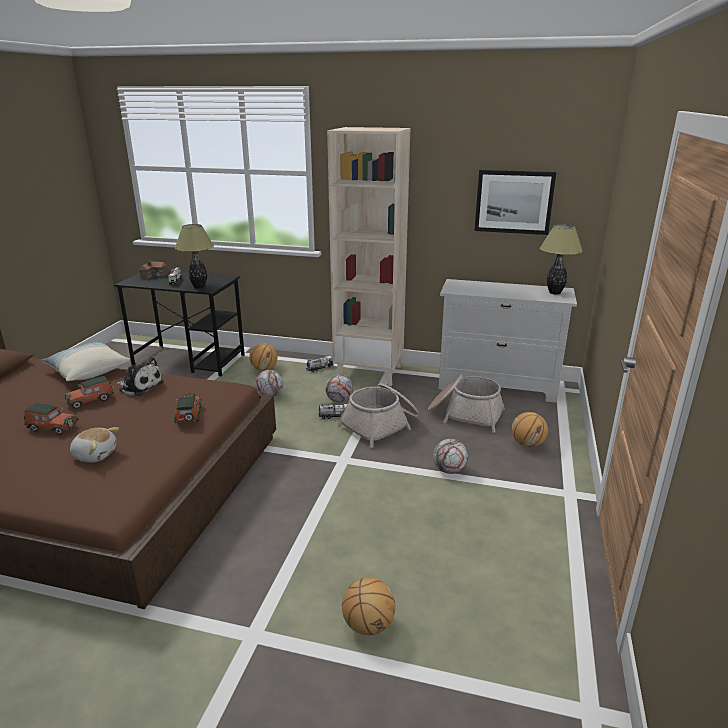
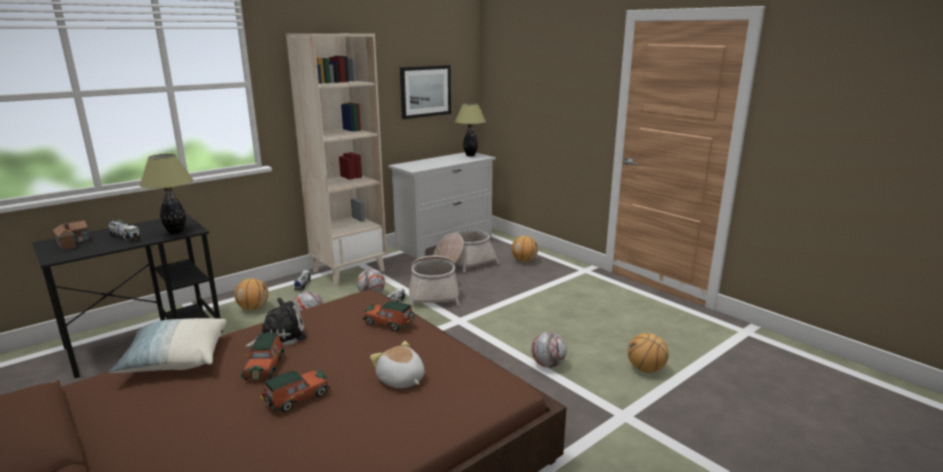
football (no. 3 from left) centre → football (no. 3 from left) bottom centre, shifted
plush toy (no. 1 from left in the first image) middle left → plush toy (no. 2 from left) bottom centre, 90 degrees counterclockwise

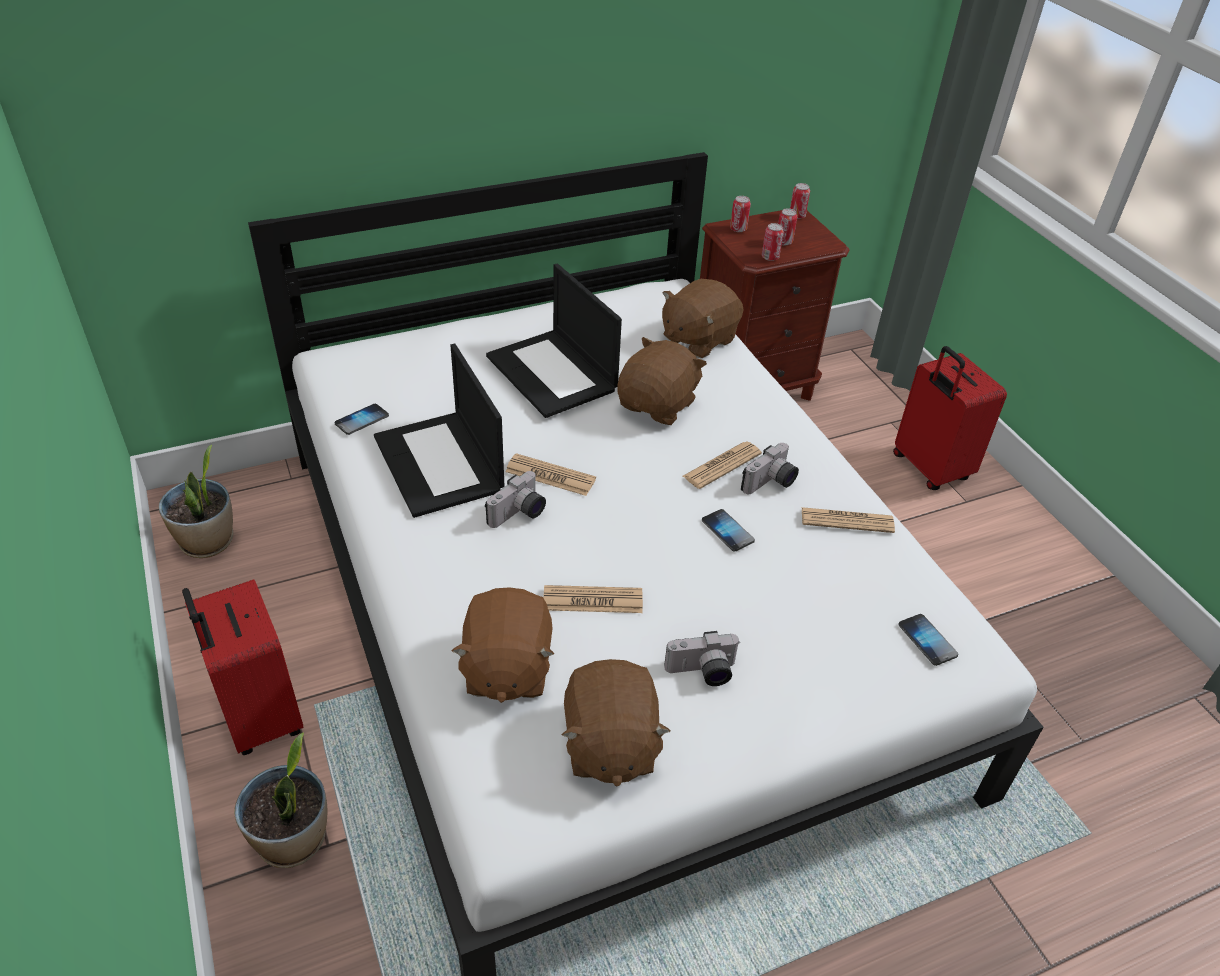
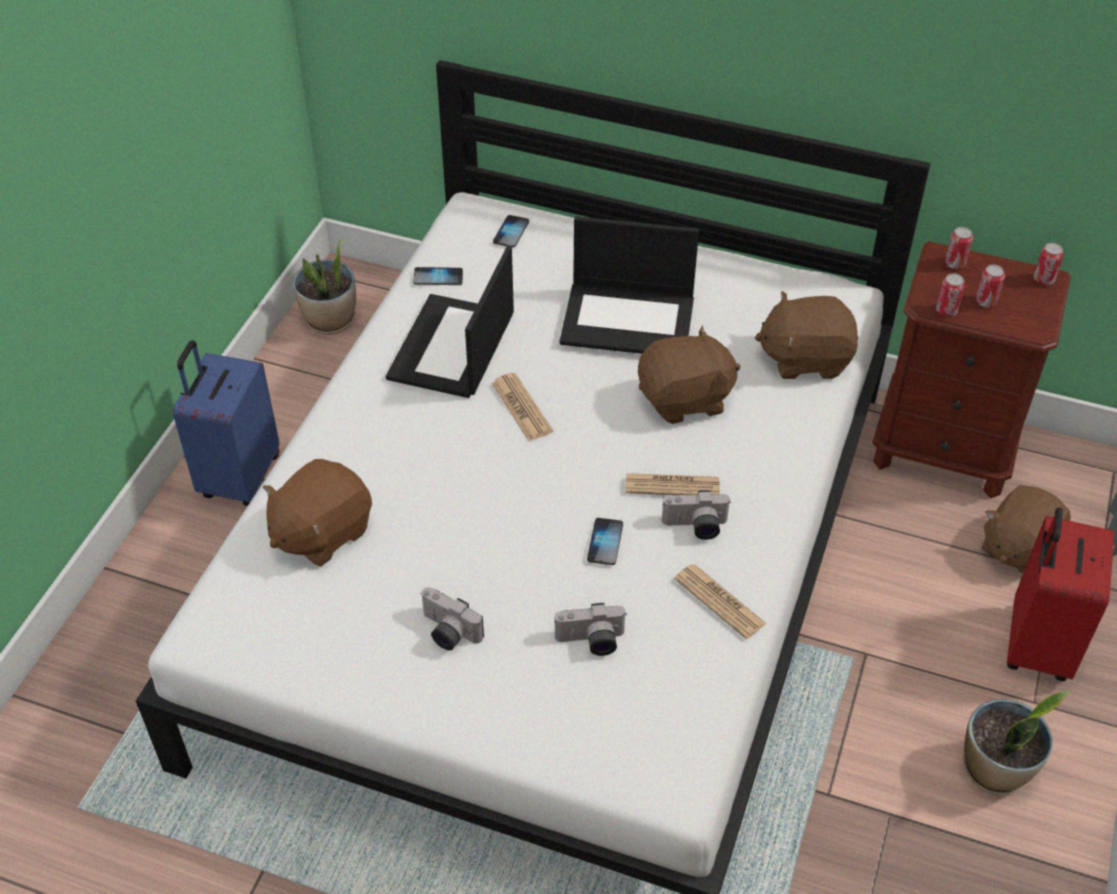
newspaper (no. 2 from left) centre → -
potted plant (no. 2 from left) bottom left → potted plant (no. 2 from left) bottom right, shifted
photo camera (no. 1 from left in the first image) centre → photo camera (no. 2 from left) bottom centre, shifted
plush toy in brown (no. 2 from left in the first image) bottom centre → plush toy in brown (no. 4 from left) middle right, shifted
phone (no. 3 from left in the first image) middle right → phone (no. 2 from left) top centre, shifted
suitcase in red (no. 1 from left) bottom left → suitcase in blue middle left
laptop (no. 2 from left) centre → laptop (no. 2 from left) top centre, 90 degrees counterclockwise

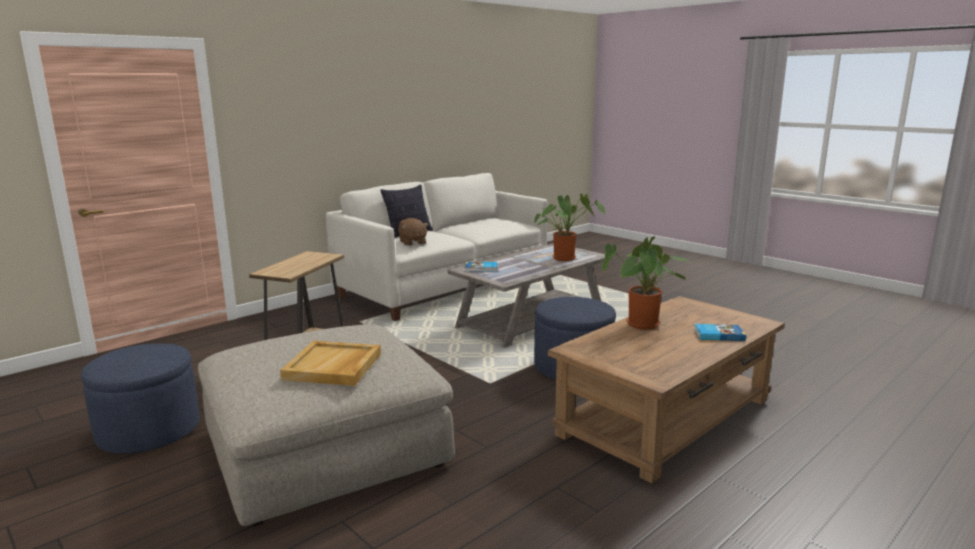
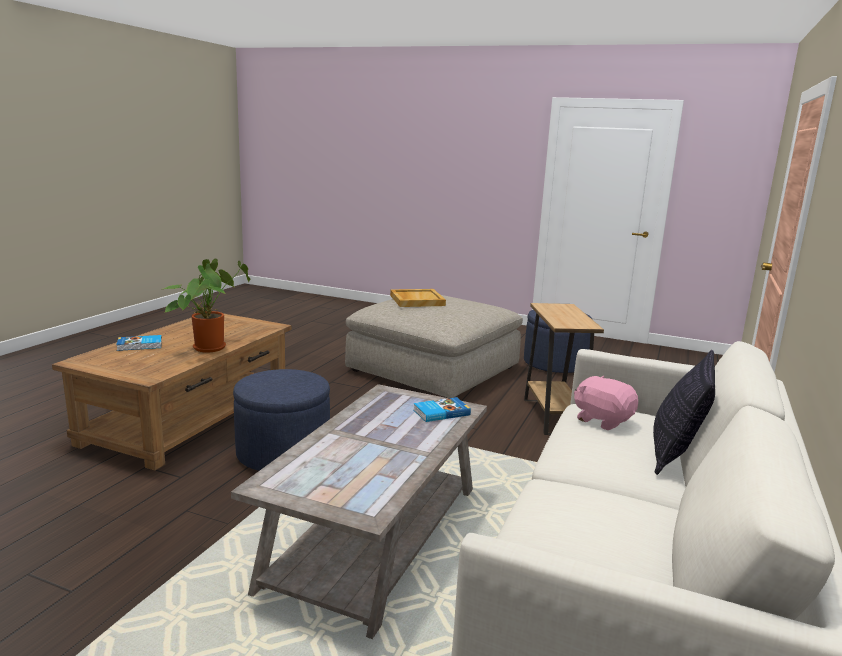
potted plant (no. 1 from left) centre → -
plush toy in brown centre → plush toy in pink middle right

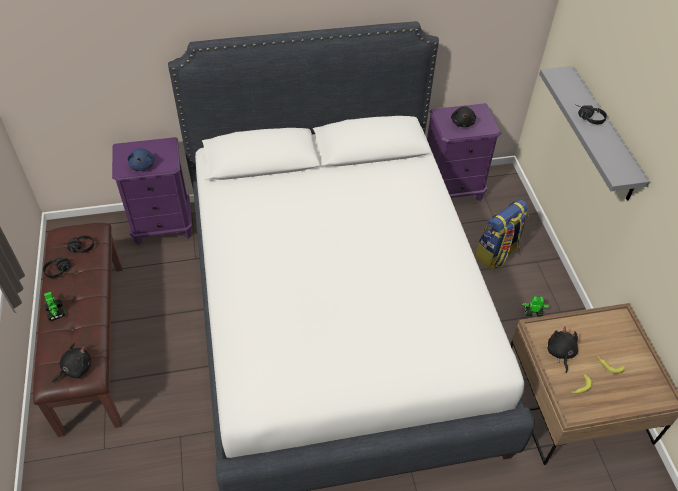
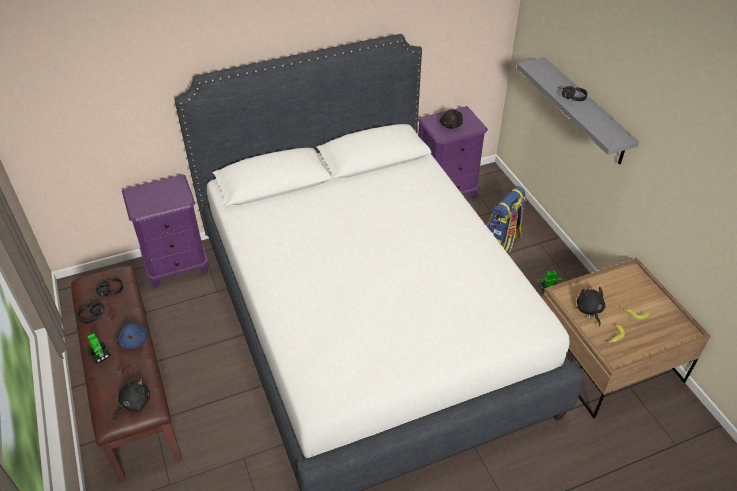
plush toy in blue top left → plush toy in blue bottom left, shifted

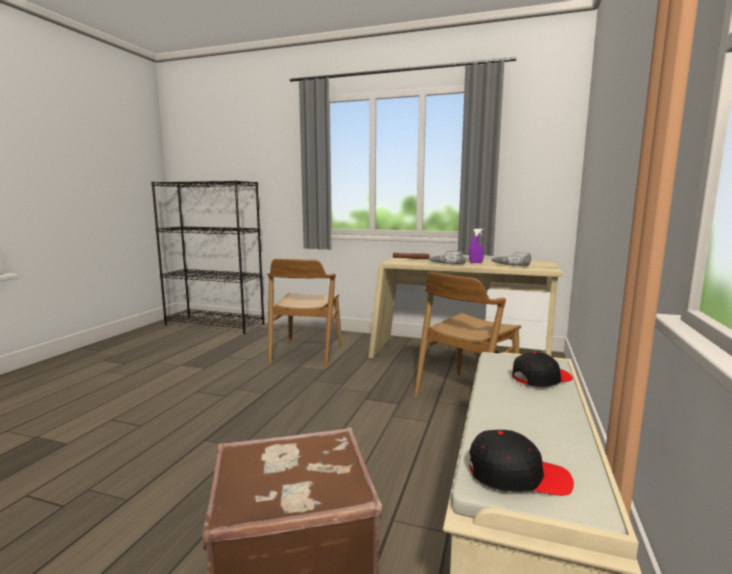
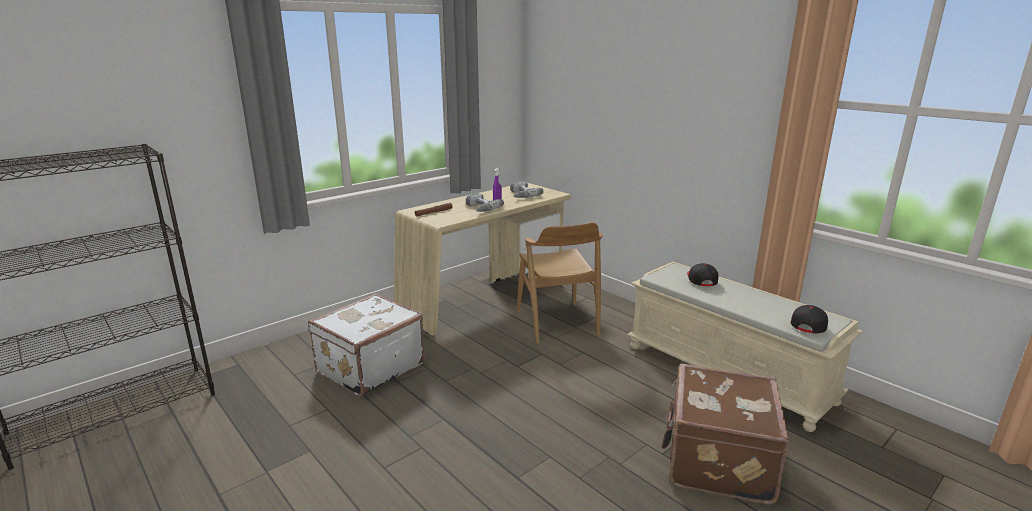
chair in brown (no. 1 from left) centre → suitcase in white bottom centre

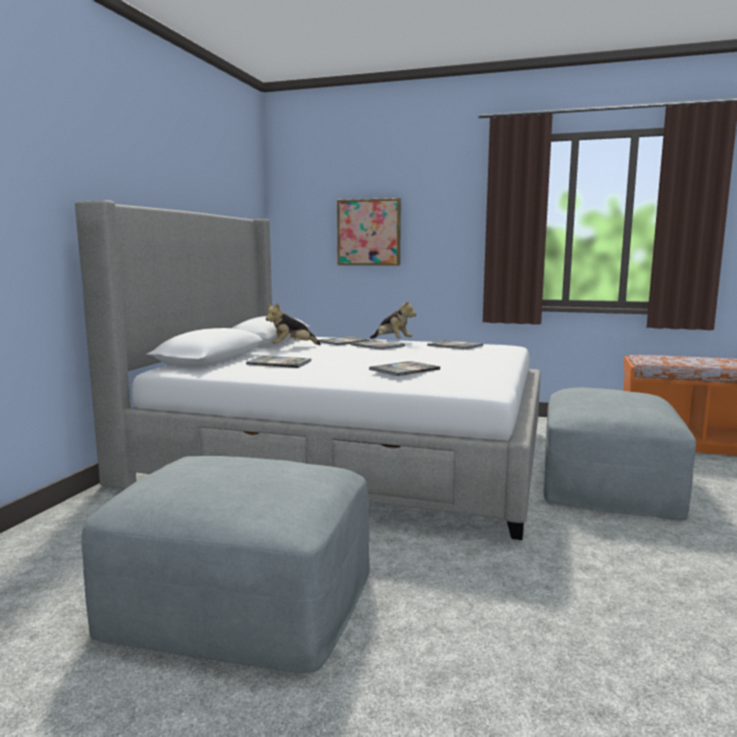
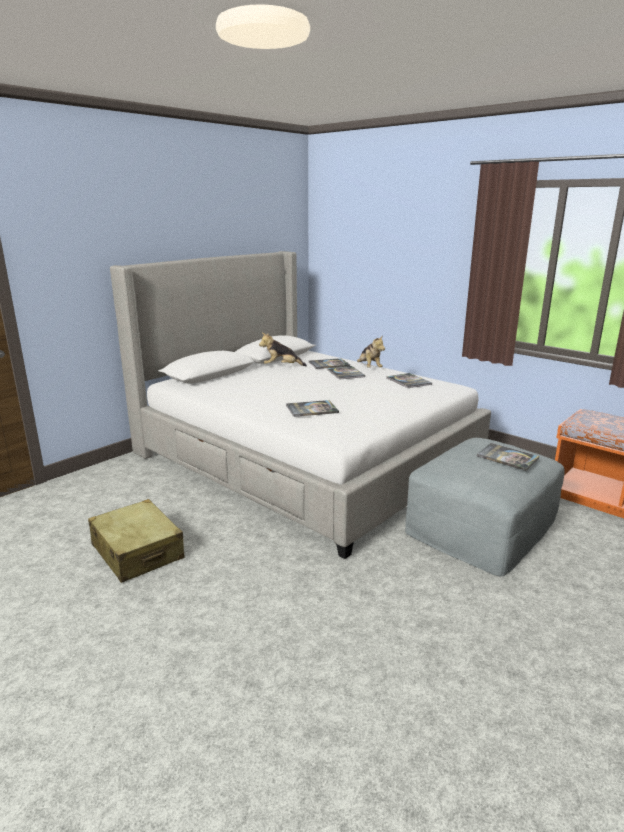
picture top centre → -
book (no. 1 from left in the first image) centre → book (no. 5 from left) middle right, shifted
ottoman in grey (no. 1 from left) bottom left → suitcase in beige middle left

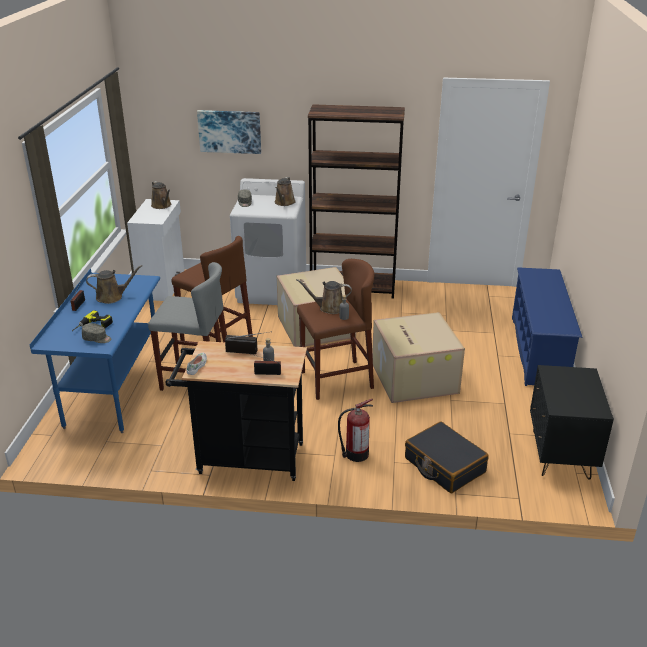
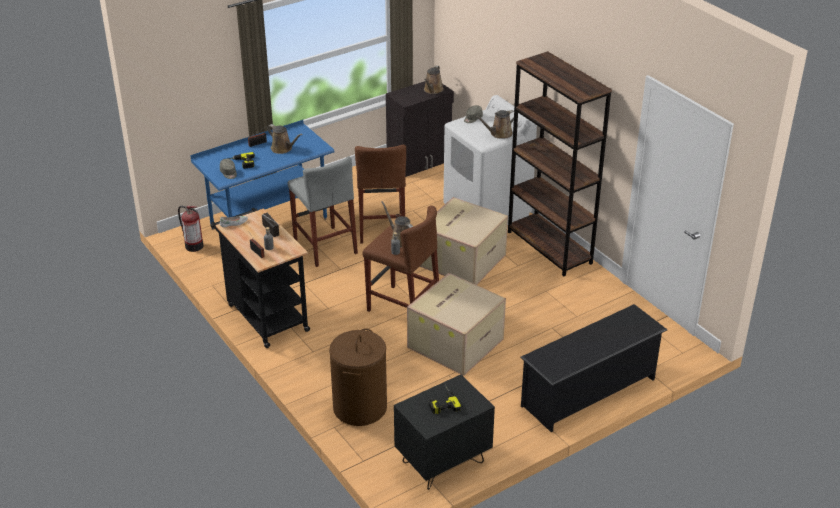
picture top centre → -
- → power drill (no. 2 from left) bottom centre
fire extinguisher centre → fire extinguisher middle left, shifted
suitcase in black bottom right → laundry basket in brown bottom centre
cabinet in white middle left → cabinet in black top centre
shoe rack in blue middle right → shoe rack in black bottom right

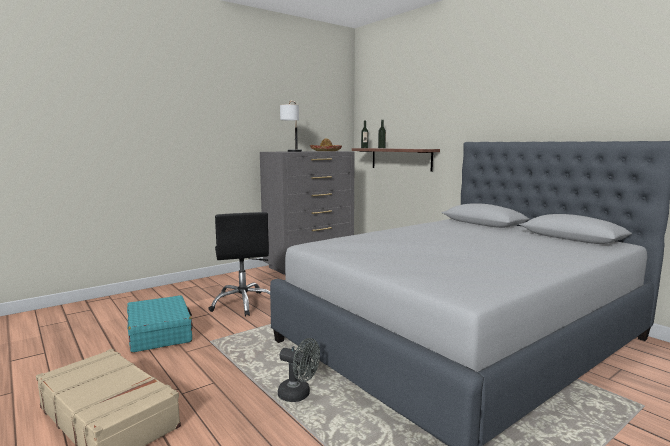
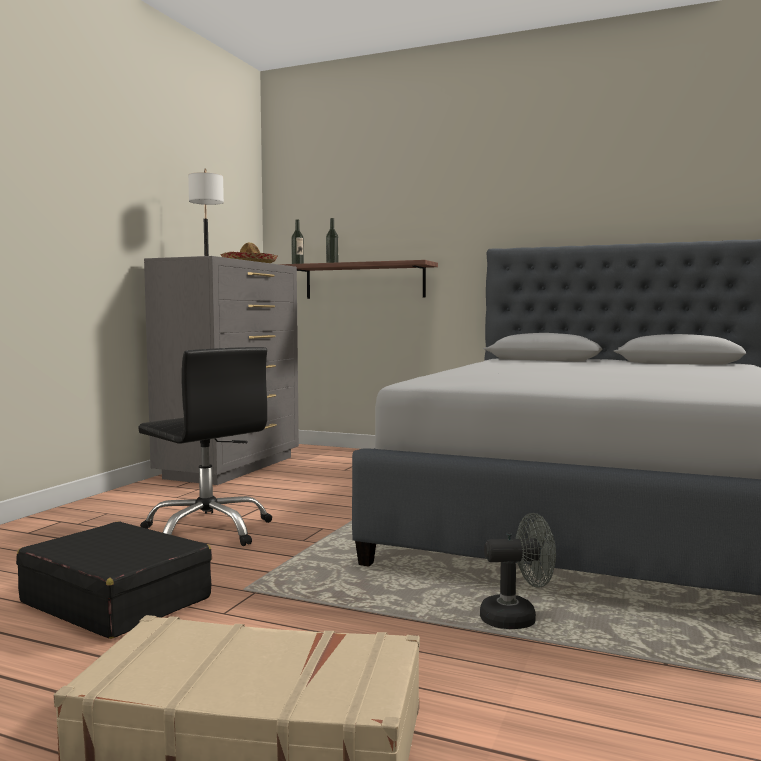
suitcase in turquoise bottom left → suitcase in black bottom left

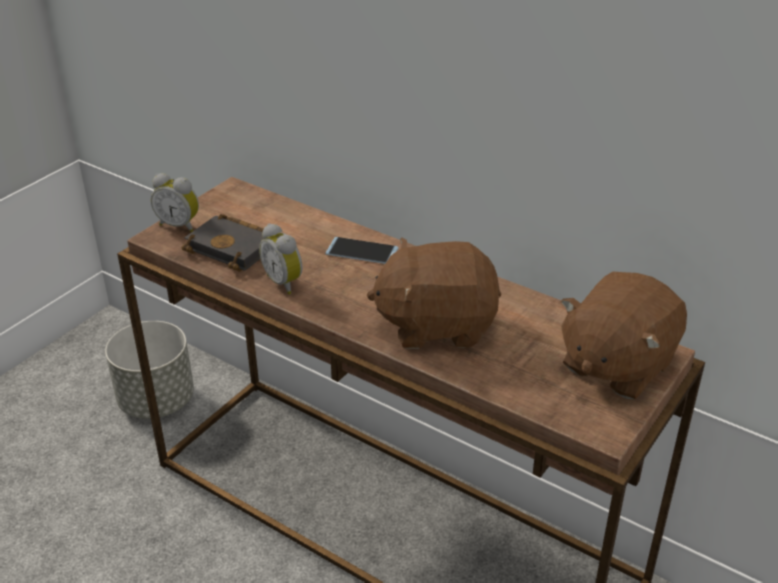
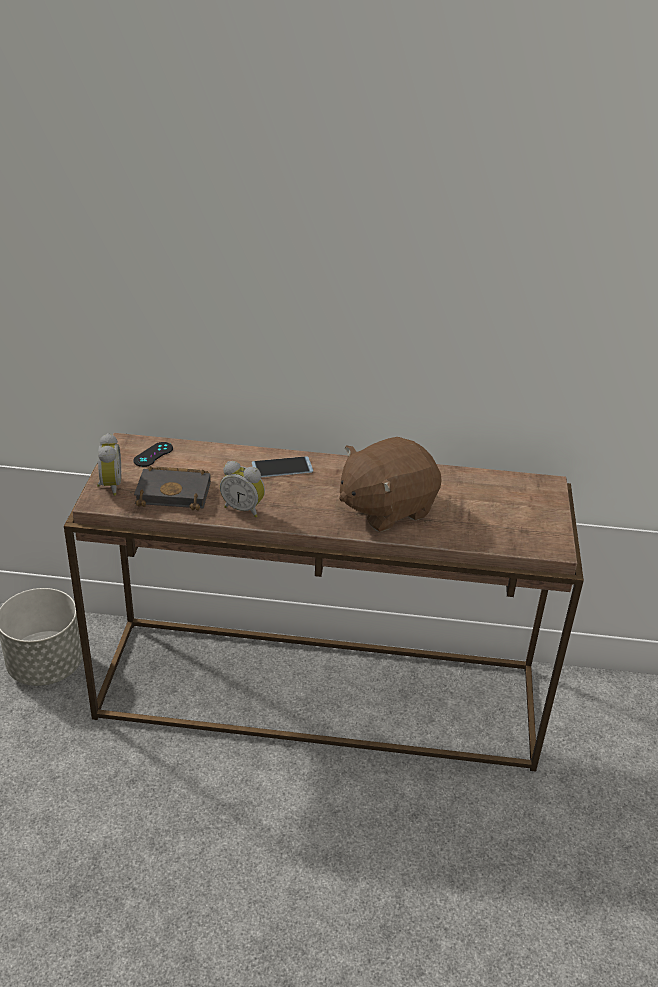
plush toy in brown (no. 2 from left) middle right → -
- → game controller in black middle left
alarm clock (no. 1 from left) middle left, 90 degrees counterclockwise

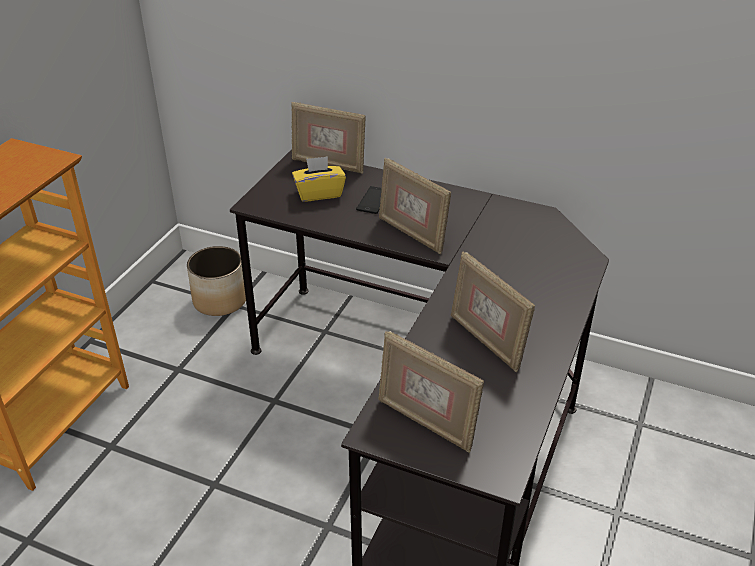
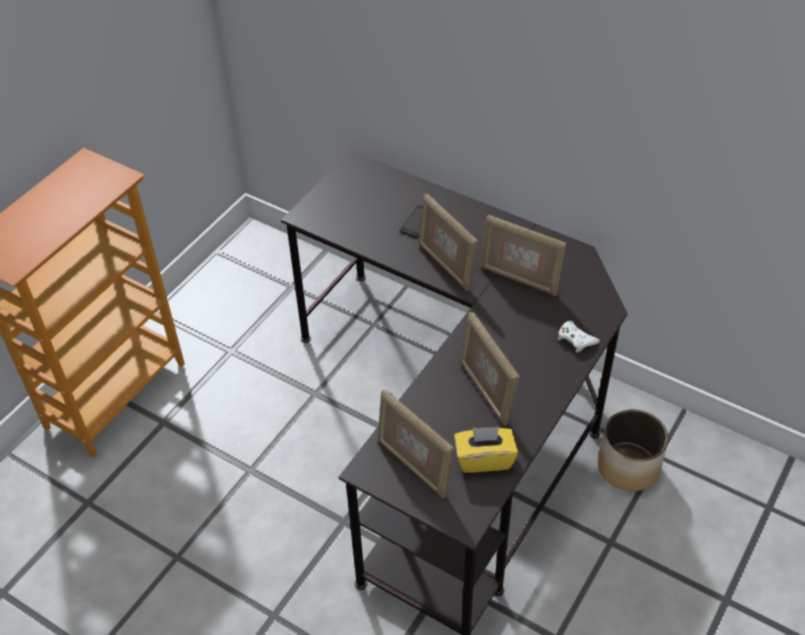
- → game controller in white middle right
planter middle left → planter bottom right, shifted
picture frame (no. 1 from left in the first image) top centre → picture frame (no. 4 from left) centre, shifted
tissue box in yellow top centre → tissue box in yellow bottom centre, shifted

